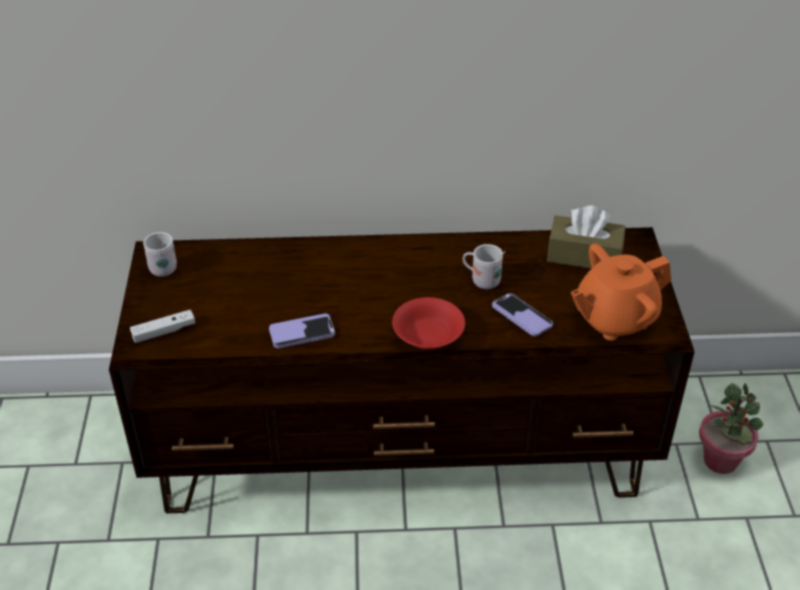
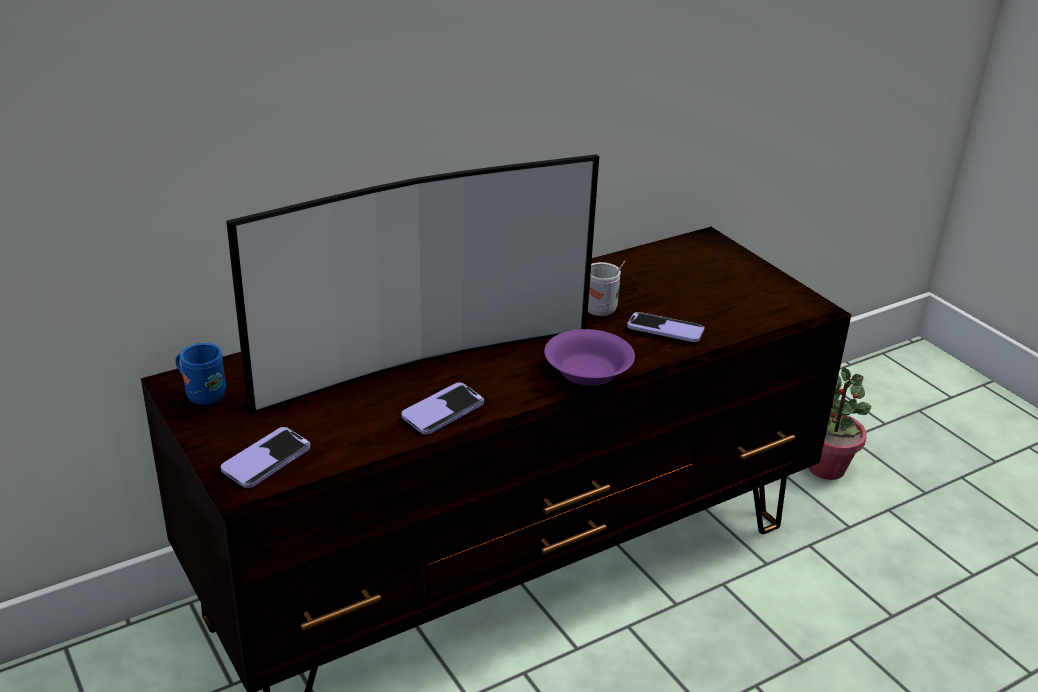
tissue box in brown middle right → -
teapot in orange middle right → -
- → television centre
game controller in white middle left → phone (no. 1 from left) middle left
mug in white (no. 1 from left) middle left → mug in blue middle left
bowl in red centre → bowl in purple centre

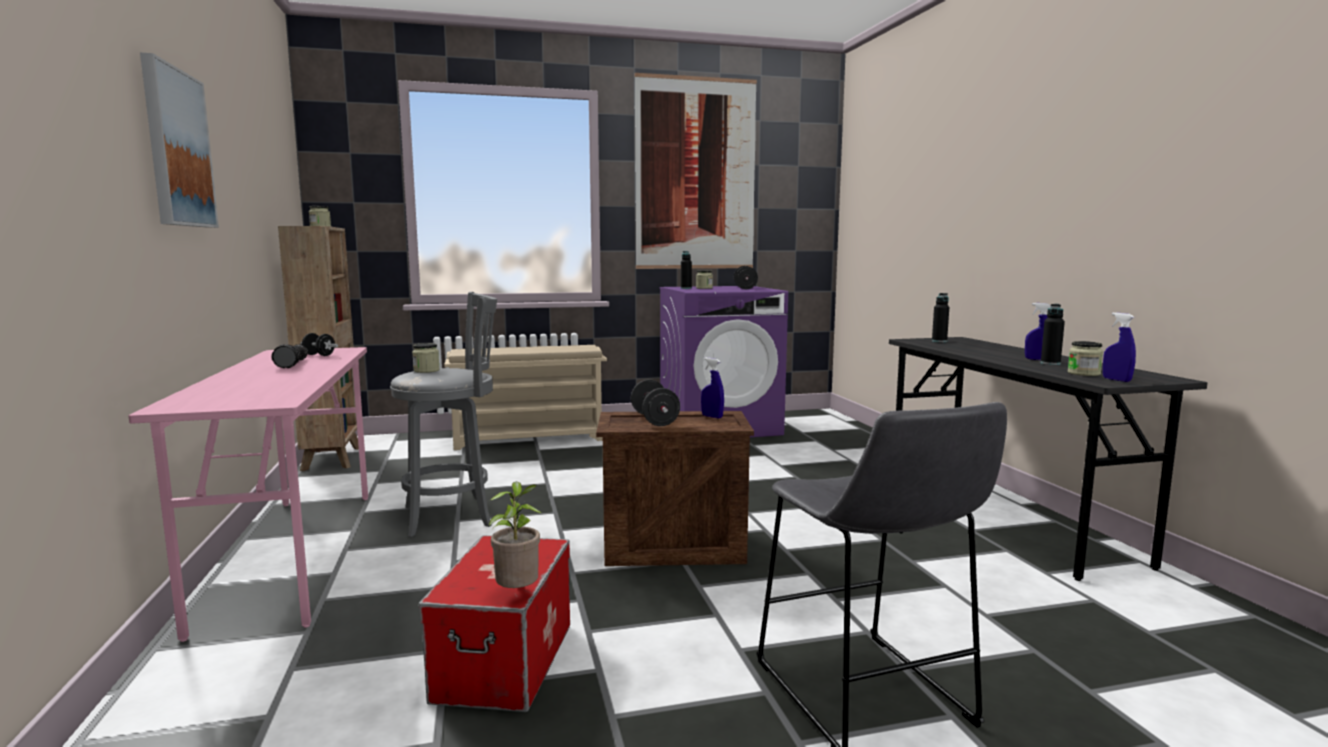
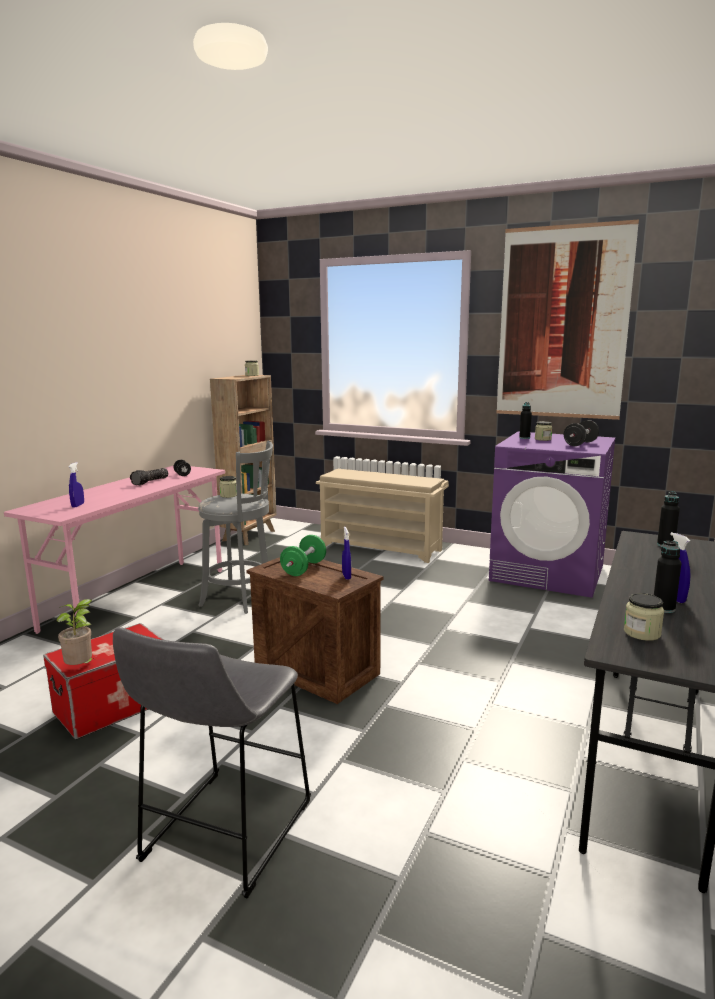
picture (no. 1 from left) top left → -
spray bottle in blue (no. 3 from left in the first image) middle right → spray bottle in blue (no. 1 from left) middle left, shifted
dumbbell in black (no. 2 from left) centre → dumbbell in green centre

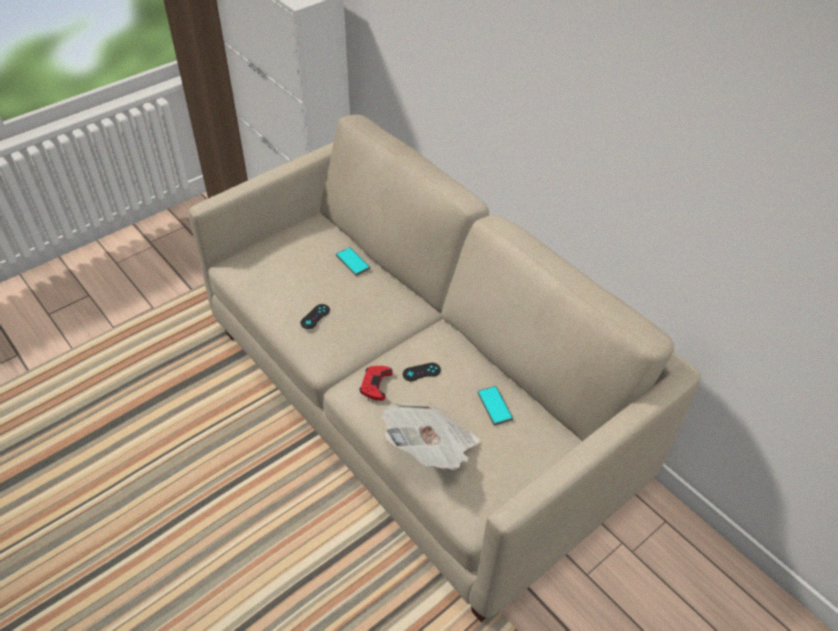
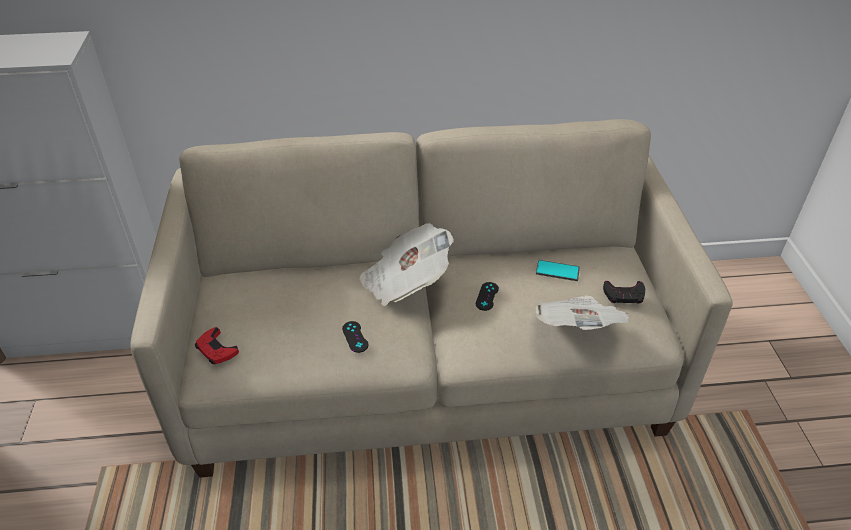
phone (no. 1 from left) centre → -
- → newspaper (no. 1 from left) centre
- → game controller in black (no. 3 from left) middle right
game controller in red centre → game controller in red middle left, shifted

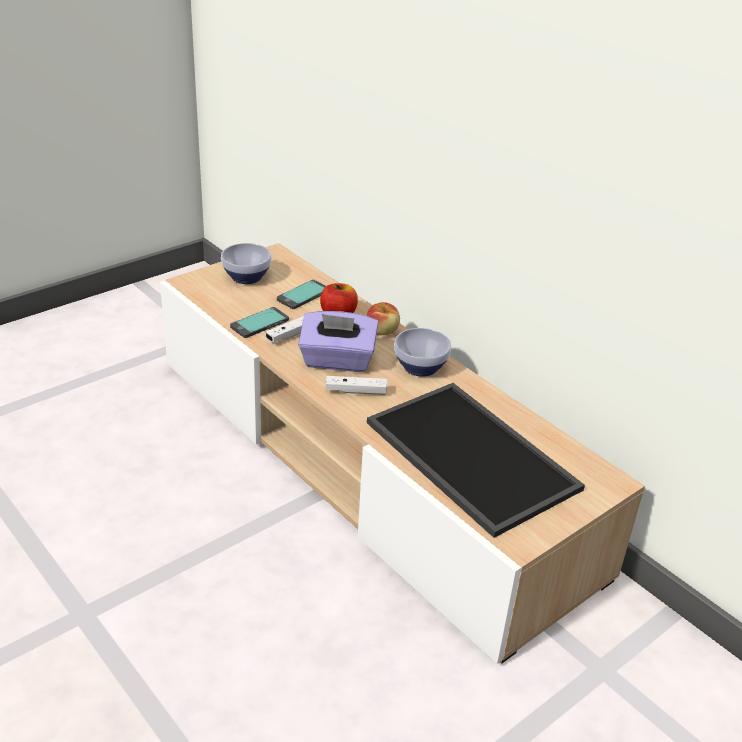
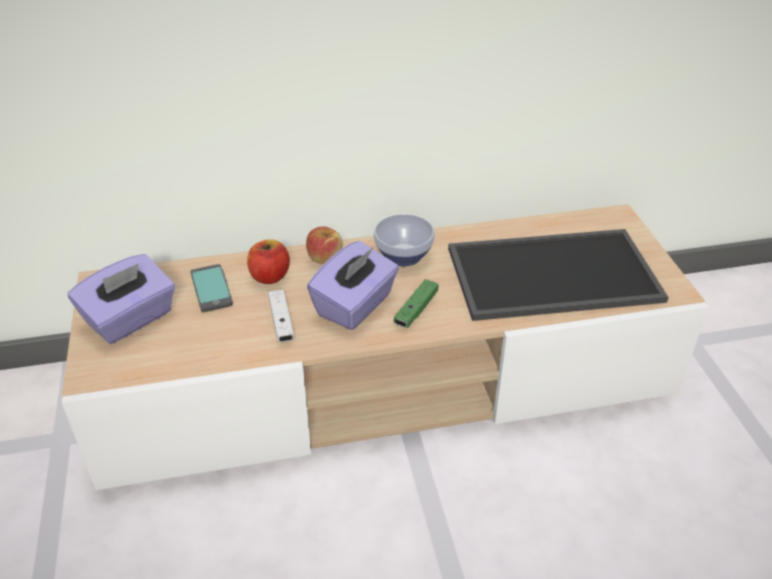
phone (no. 1 from left) centre → -
bowl (no. 1 from left) middle left → tissue box in purple (no. 1 from left) middle left
game controller in white (no. 2 from left) centre → game controller in green centre

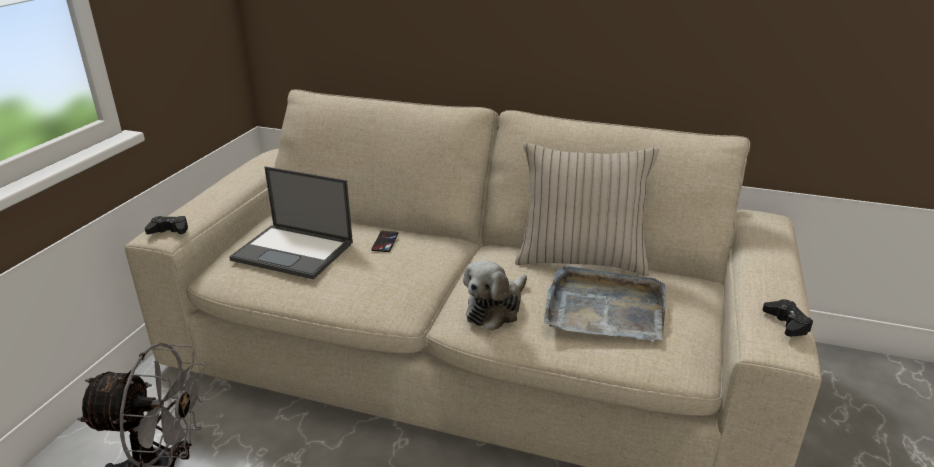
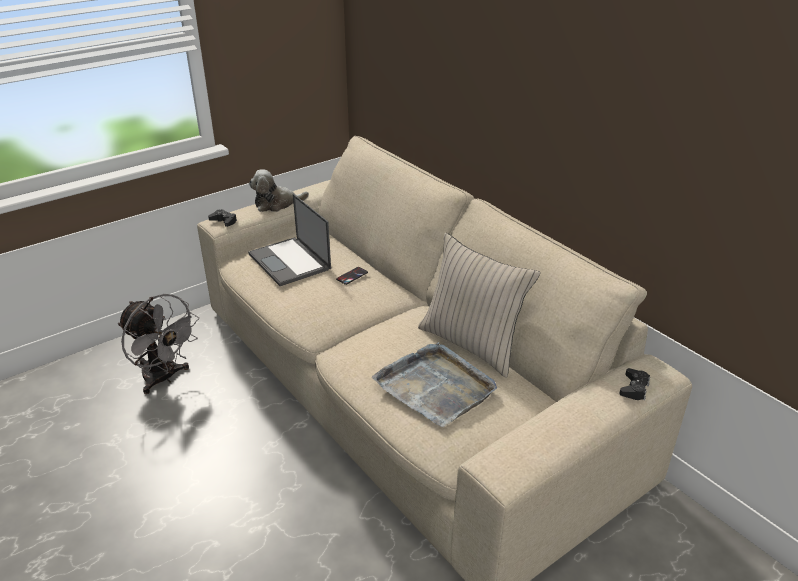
plush toy centre → plush toy top centre, shifted
game controller in black (no. 2 from left) bottom right → game controller in black (no. 2 from left) middle right, shifted

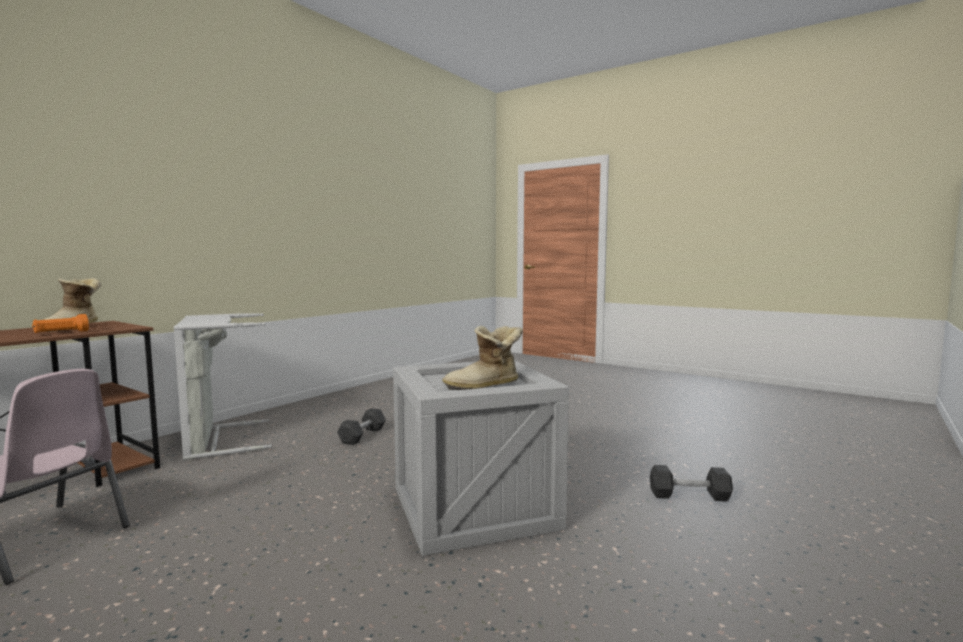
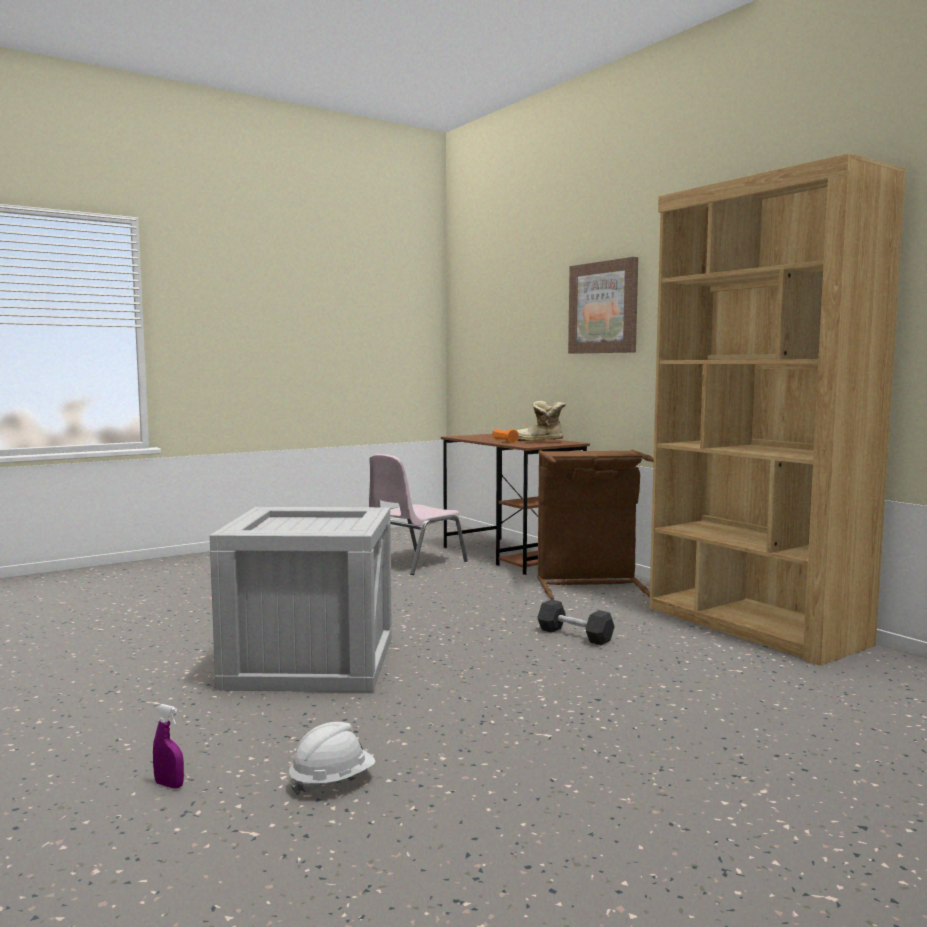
boot (no. 2 from left) centre → -
- → hard hat in white bottom centre
- → picture top centre
- → bookcase in brown middle right
dumbbell in black (no. 2 from left) bottom right → spray bottle in purple bottom left
laundry basket in grey middle left → laundry basket in brown centre

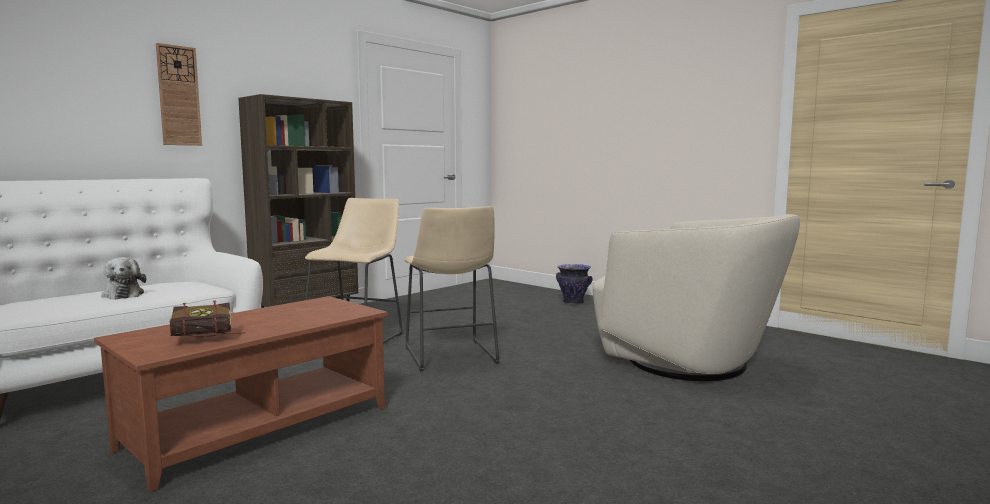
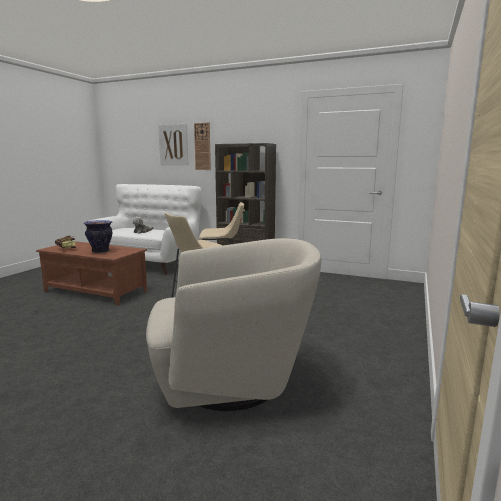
- → picture top centre
vase centre → vase middle left, shifted
armchair in beige middle right → armchair in beige centre, 120 degrees counterclockwise

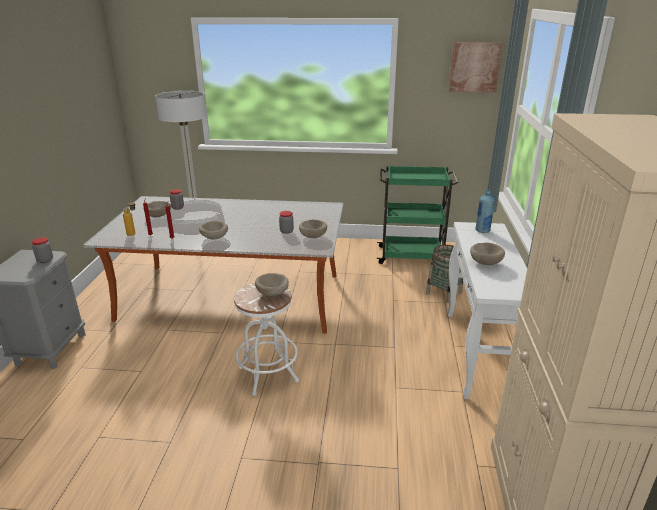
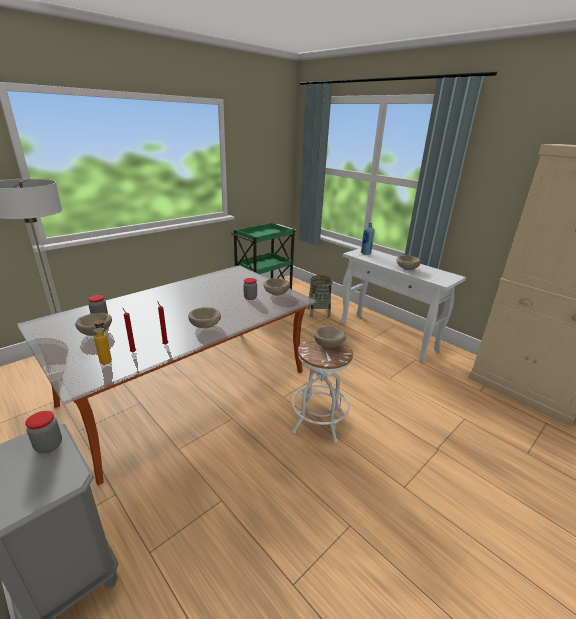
picture top right → -

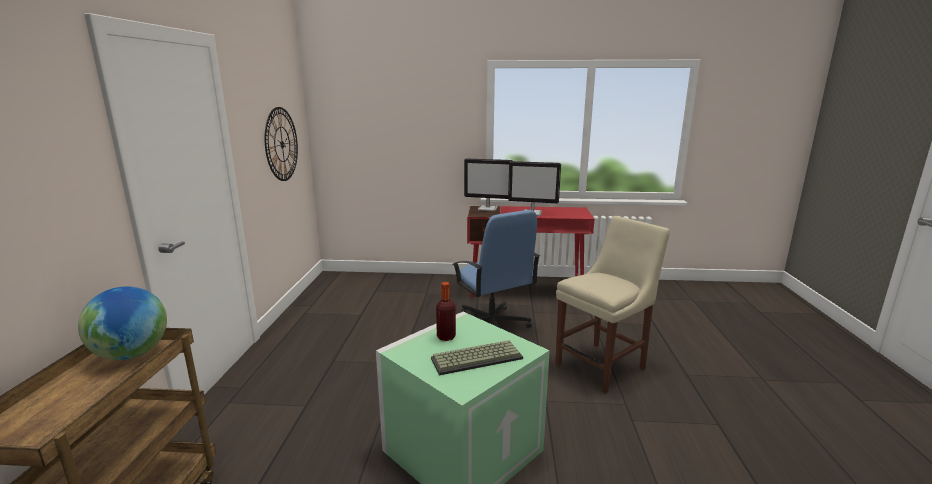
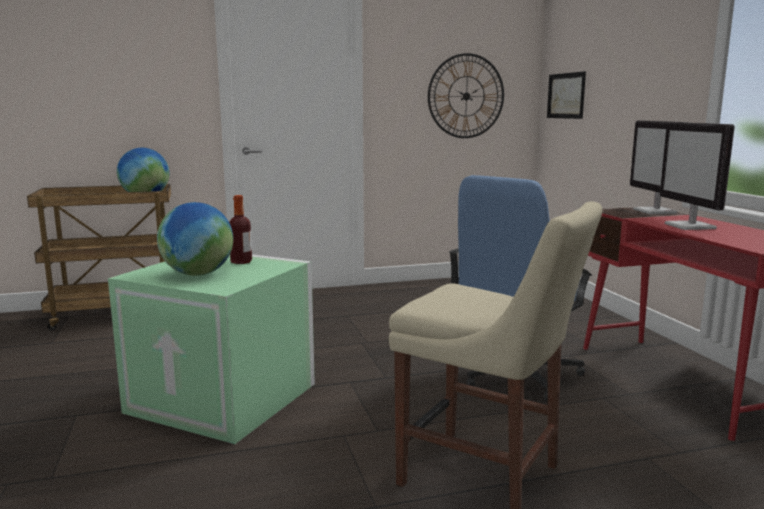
- → picture top right
keyboard bottom centre → globe (no. 2 from left) middle left

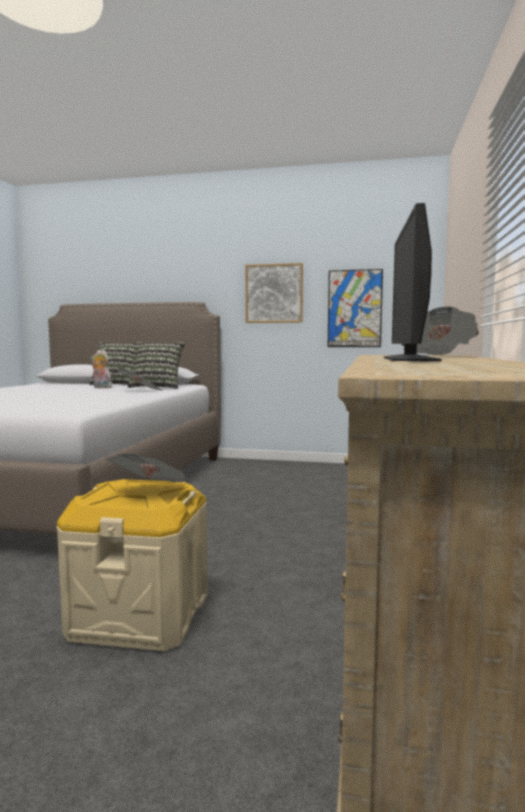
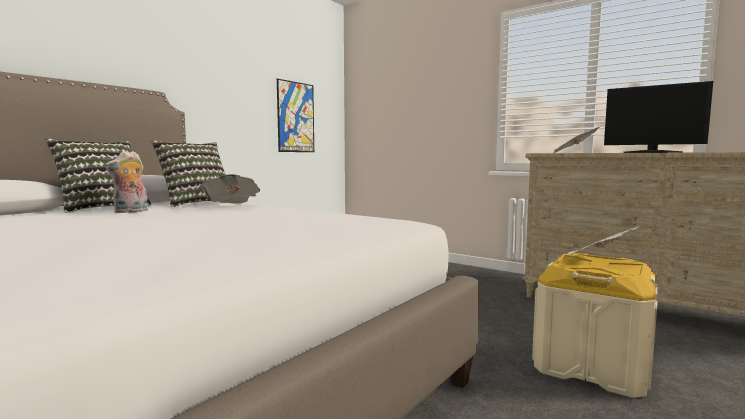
picture (no. 1 from left) centre → -

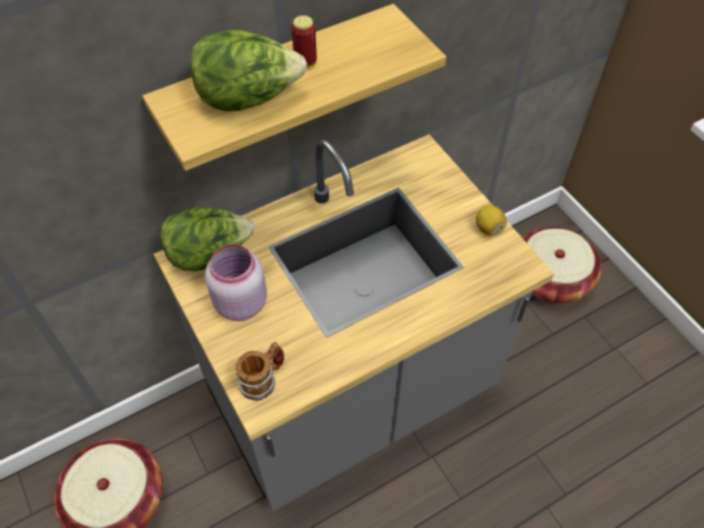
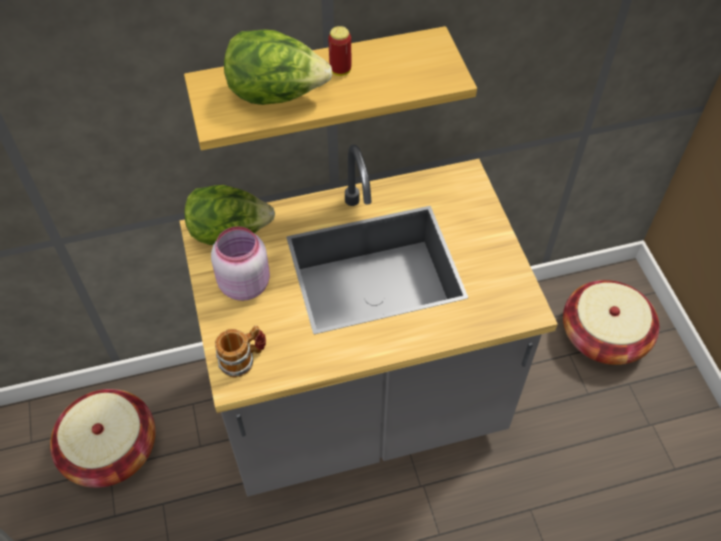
lemon middle right → -

